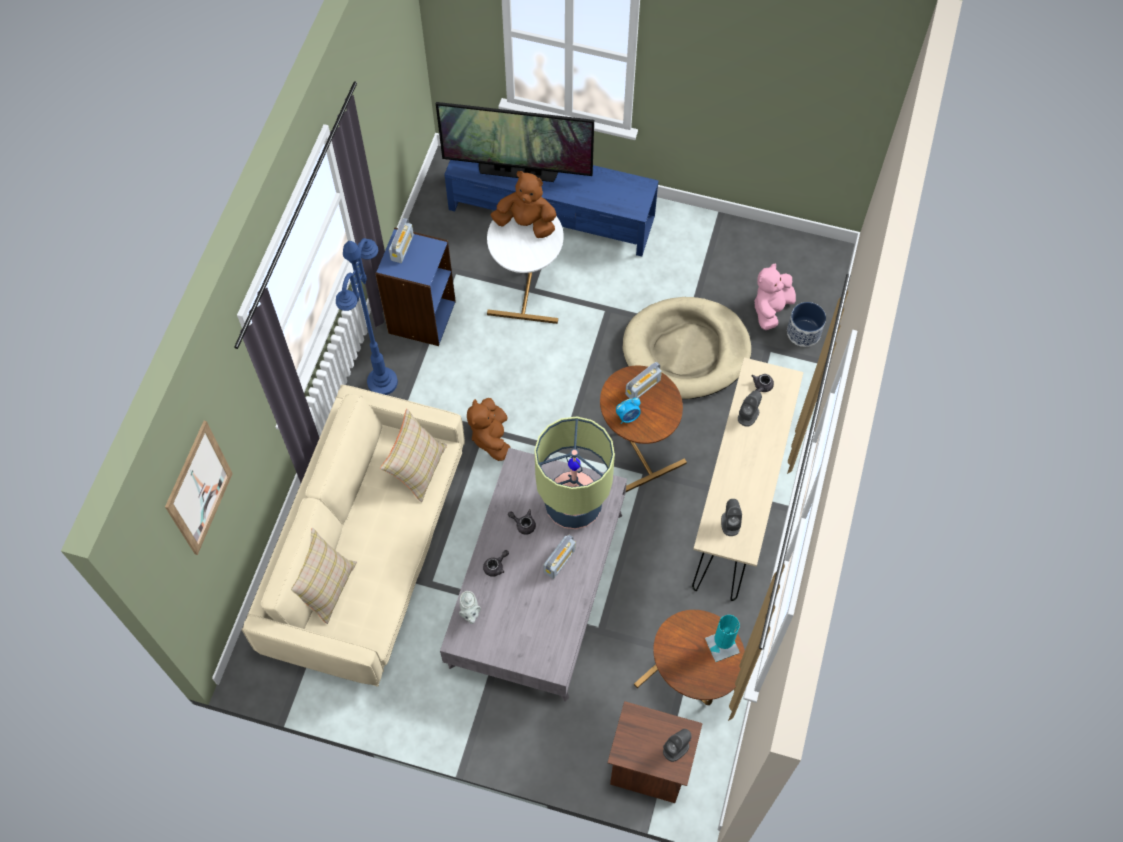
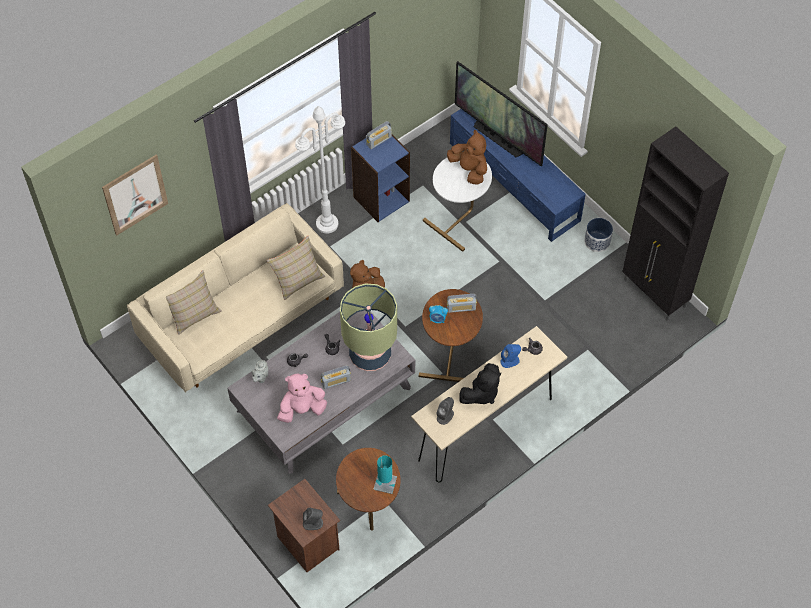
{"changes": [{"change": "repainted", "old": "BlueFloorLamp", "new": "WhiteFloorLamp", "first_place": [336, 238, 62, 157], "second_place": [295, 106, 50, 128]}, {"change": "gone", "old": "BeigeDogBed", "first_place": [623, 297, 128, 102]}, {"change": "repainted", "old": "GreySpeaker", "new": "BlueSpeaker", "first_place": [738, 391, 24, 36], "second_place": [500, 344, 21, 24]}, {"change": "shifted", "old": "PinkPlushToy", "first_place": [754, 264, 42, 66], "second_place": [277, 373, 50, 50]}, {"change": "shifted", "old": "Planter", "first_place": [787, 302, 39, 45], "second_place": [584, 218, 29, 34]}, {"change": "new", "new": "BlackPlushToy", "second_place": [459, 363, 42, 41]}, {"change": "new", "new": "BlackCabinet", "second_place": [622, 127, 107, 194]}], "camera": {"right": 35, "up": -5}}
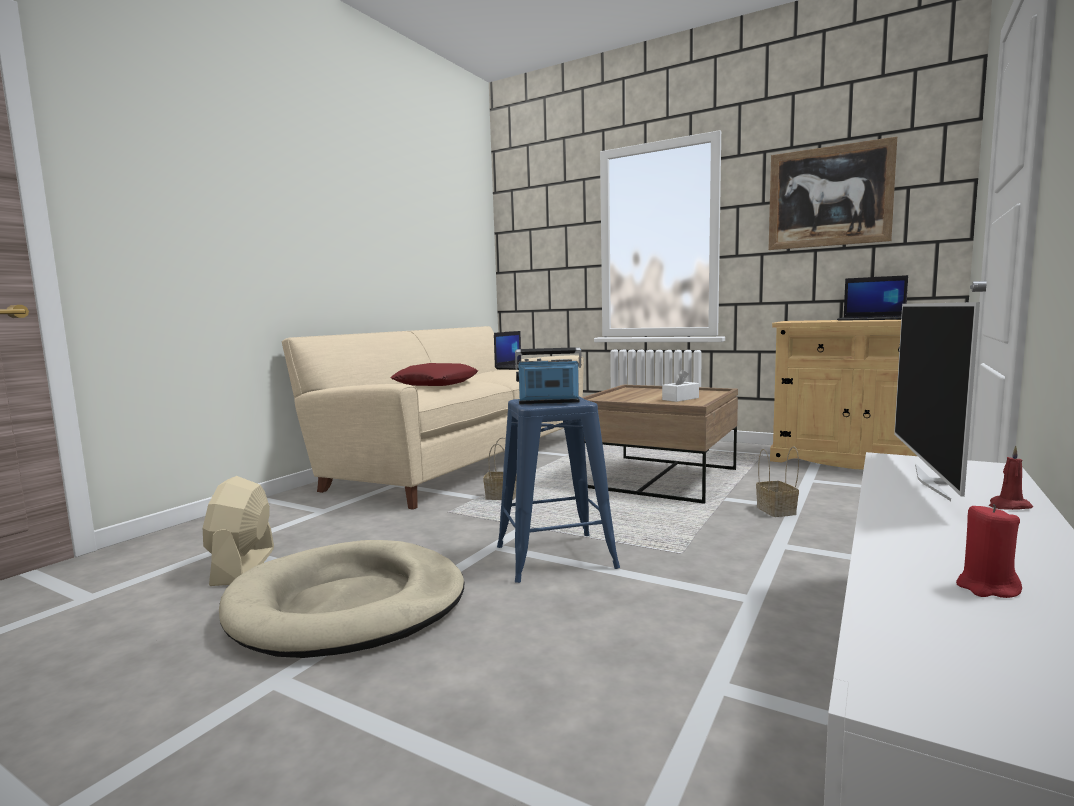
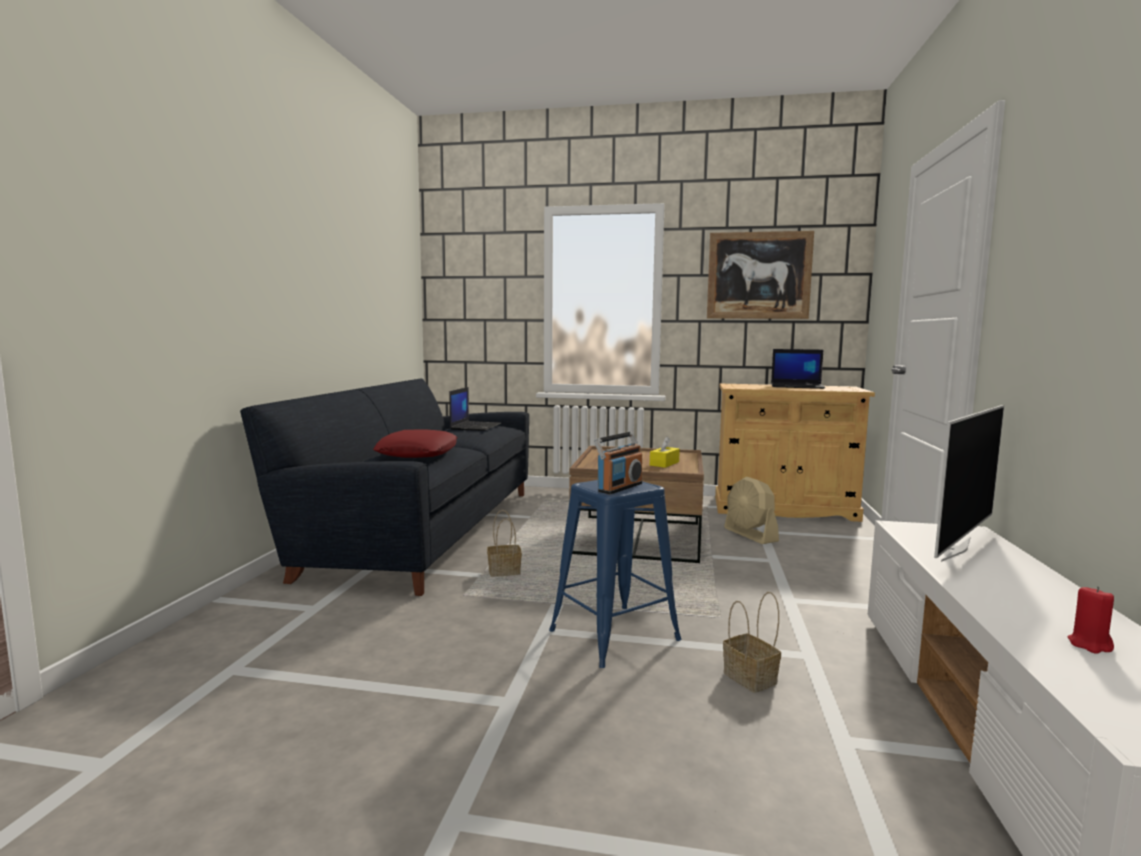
{"changes": [{"change": "shifted", "old": "BeigeFan", "first_place": [203, 476, 71, 110], "second_place": [724, 476, 55, 68]}, {"change": "gone", "old": "BeigeDogBed", "first_place": [219, 540, 245, 118]}, {"change": "repainted", "old": "BeigeSofa", "new": "BlackSofa", "first_place": [282, 326, 302, 184], "second_place": [240, 378, 289, 218]}, {"change": "rotated", "old": "Radio", "first_place": [515, 347, 67, 57], "second_place": [594, 431, 48, 63], "degrees": 150}, {"change": "repainted", "old": "WhiteTissueBox", "new": "YellowTissueBox", "first_place": [662, 369, 37, 33], "second_place": [650, 436, 30, 32]}, {"change": "shifted", "old": "Basket", "first_place": [756, 446, 43, 71], "second_place": [723, 592, 58, 101]}, {"change": "rotated", "old": "Television", "first_place": [894, 302, 86, 199], "second_place": [934, 405, 70, 157], "degrees": -135}, {"change": "gone", "old": "RedCandle", "first_place": [989, 446, 44, 64]}], "camera": {"right": -20, "up": 0}}
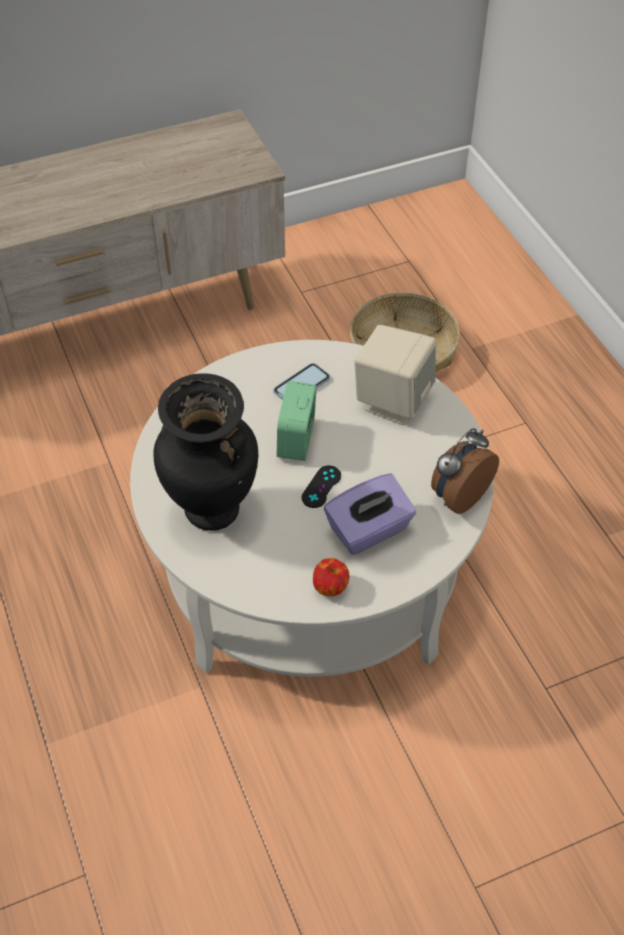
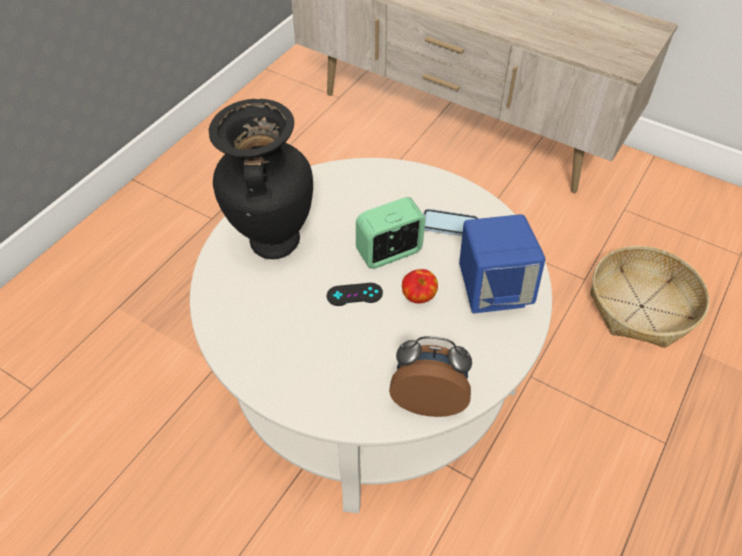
{"changes": [{"change": "shifted", "old": "Apple", "first_place": [313, 558, 36, 38], "second_place": [402, 269, 36, 34]}, {"change": "gone", "old": "PurpleTissueBox", "first_place": [324, 473, 92, 82]}, {"change": "repainted", "old": "BeigeSpeaker", "new": "BlueSpeaker", "first_place": [354, 325, 82, 100], "second_place": [459, 214, 86, 99]}], "camera": {"right": 55, "up": 0}}
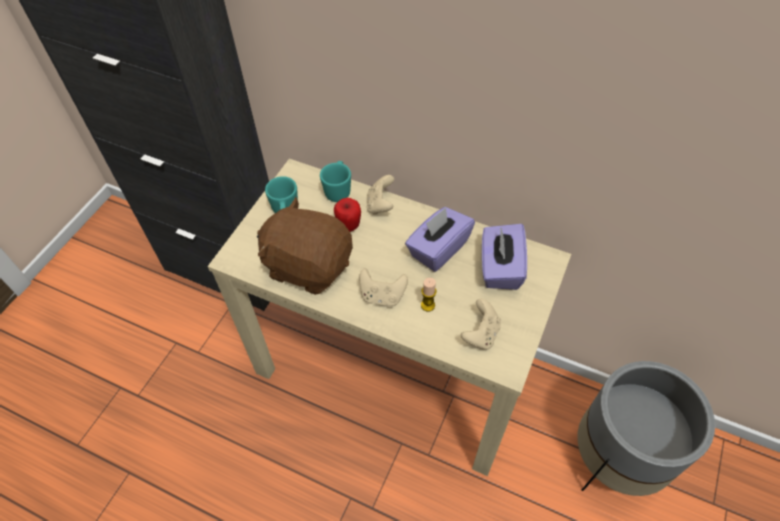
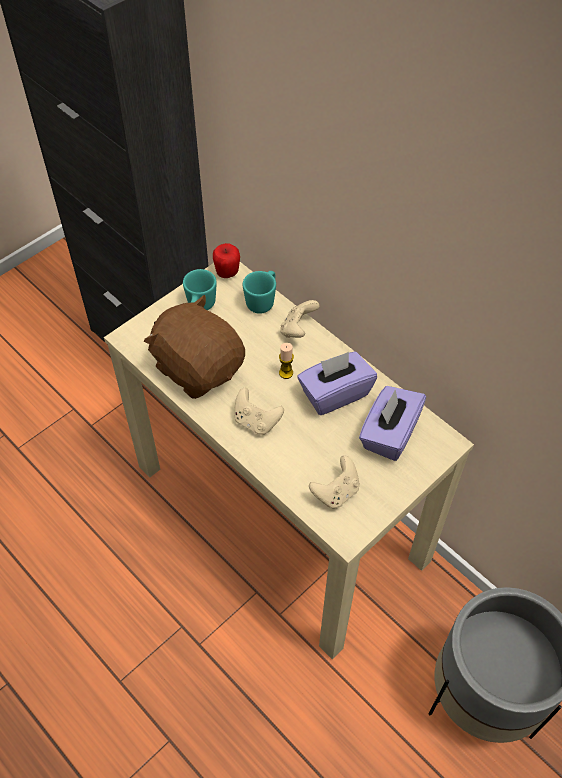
{"changes": [{"change": "shifted", "old": "Apple", "first_place": [334, 198, 27, 34], "second_place": [213, 243, 27, 35]}, {"change": "shifted", "old": "Candle", "first_place": [421, 278, 16, 34], "second_place": [279, 343, 15, 36]}], "camera": {"right": 20, "up": 0}}
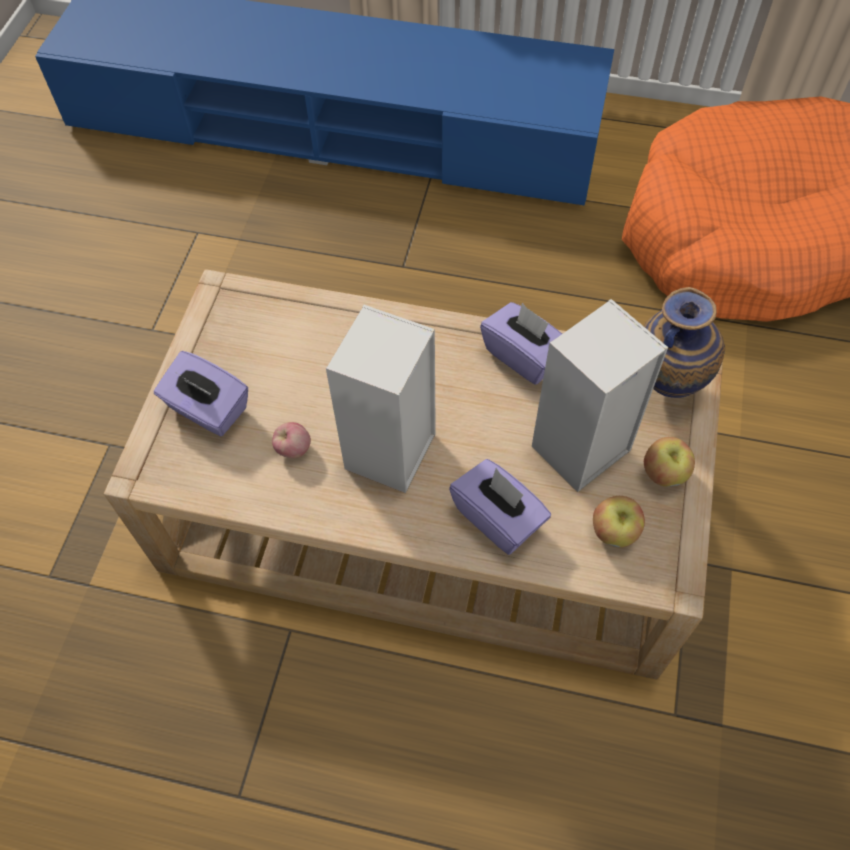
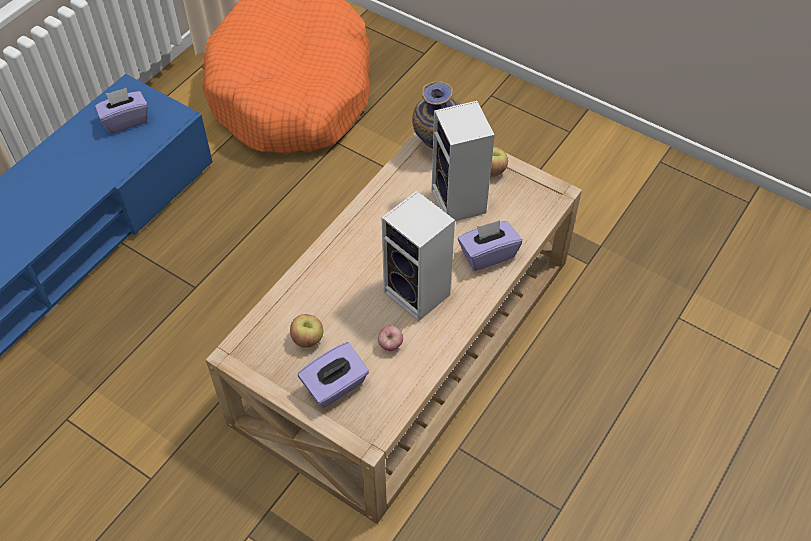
{"changes": [{"change": "shifted", "old": "PurpleTissueBox", "first_place": [480, 302, 82, 83], "second_place": [95, 88, 53, 45]}, {"change": "shifted", "old": "Apple", "first_place": [593, 496, 52, 51], "second_place": [290, 314, 33, 34]}], "camera": {"right": -70, "up": -5}}
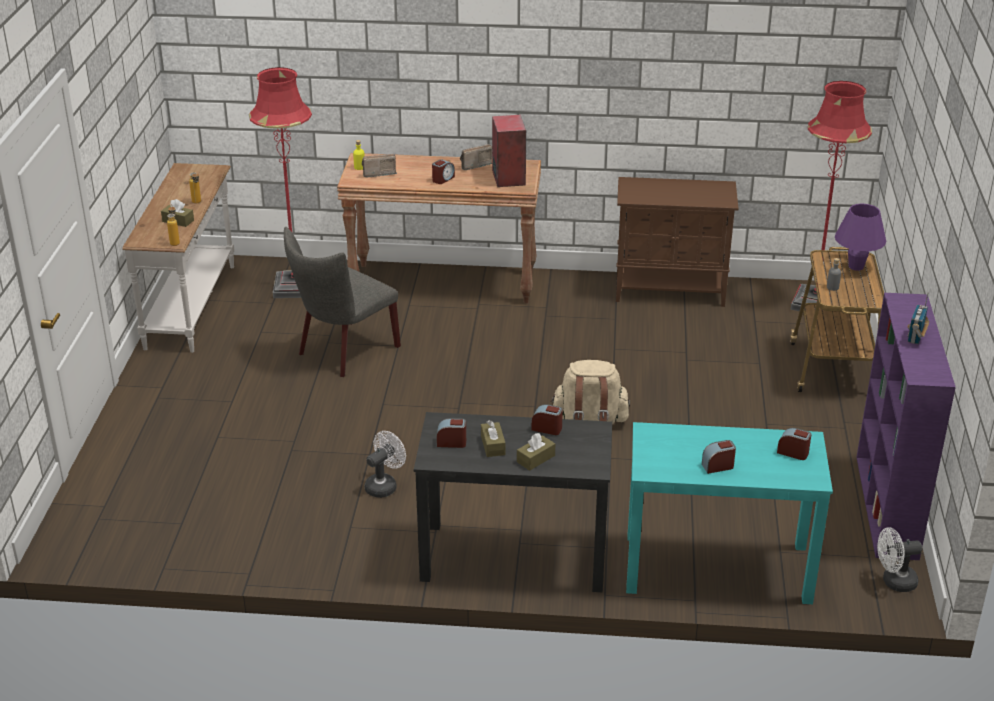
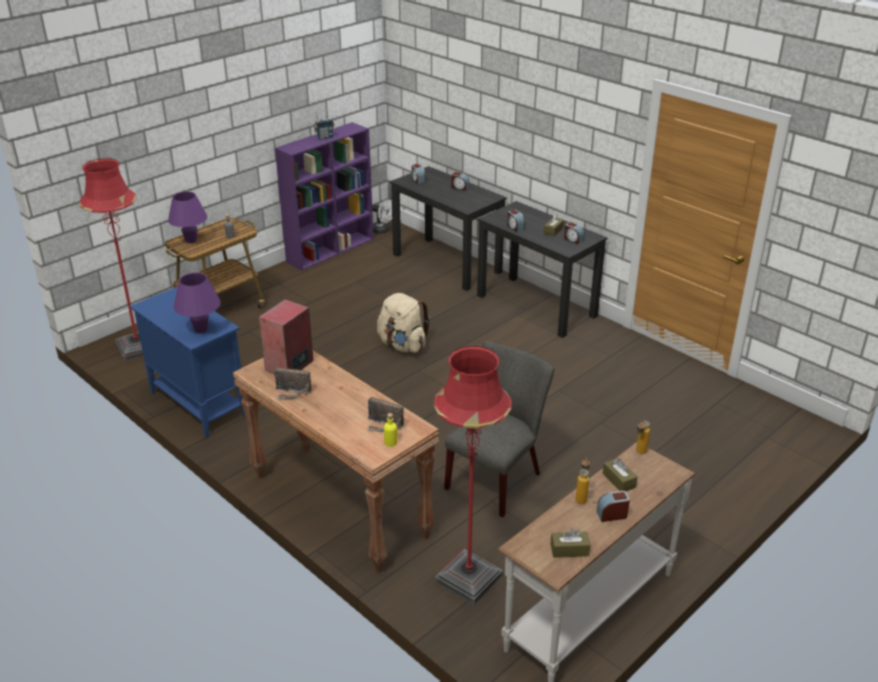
{"changes": [{"change": "rotated", "old": "GreyChair", "first_place": [284, 227, 117, 150], "second_place": [444, 341, 110, 176], "degrees": -45}, {"change": "gone", "old": "WhiteFan", "first_place": [365, 431, 41, 67]}, {"change": "shifted", "old": "AlarmClock", "first_place": [432, 159, 23, 25], "second_place": [597, 491, 33, 31]}, {"change": "shifted", "old": "BrownTissueBox", "first_place": [517, 433, 38, 38], "second_place": [551, 529, 39, 29]}, {"change": "repainted", "old": "BrownCabinet", "new": "BlueCabinet", "first_place": [616, 177, 123, 130], "second_place": [130, 287, 116, 150]}, {"change": "repainted", "old": "TurquoiseDesk", "new": "BlackDesk", "first_place": [626, 422, 207, 182], "second_place": [390, 166, 117, 125]}, {"change": "new", "new": "PurpleTableLamp", "second_place": [174, 272, 47, 61]}], "camera": {"right": -140, "up": 0}}
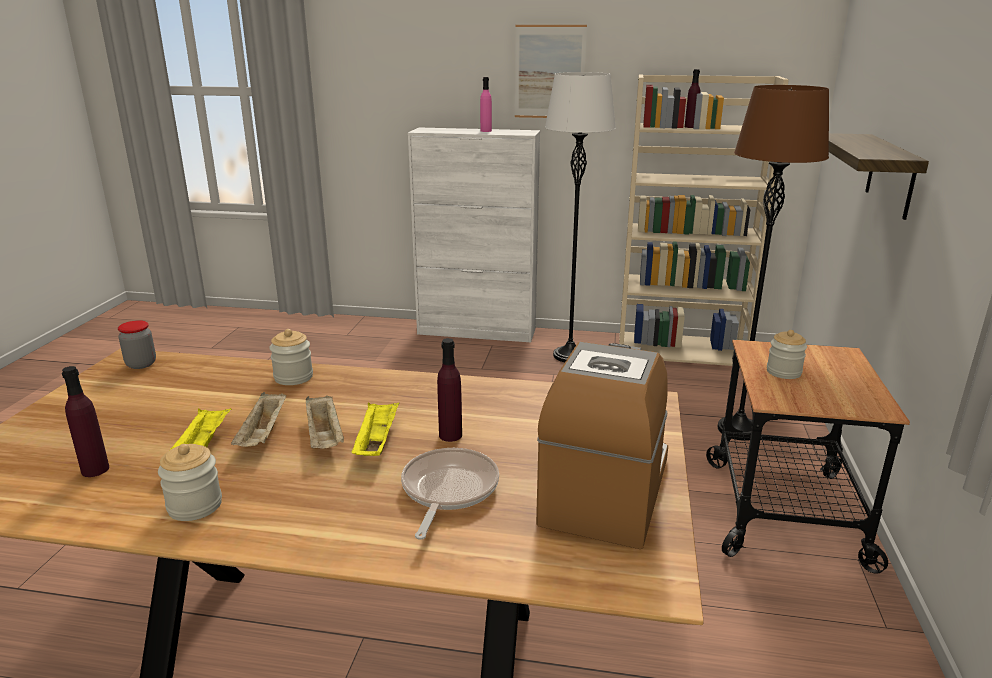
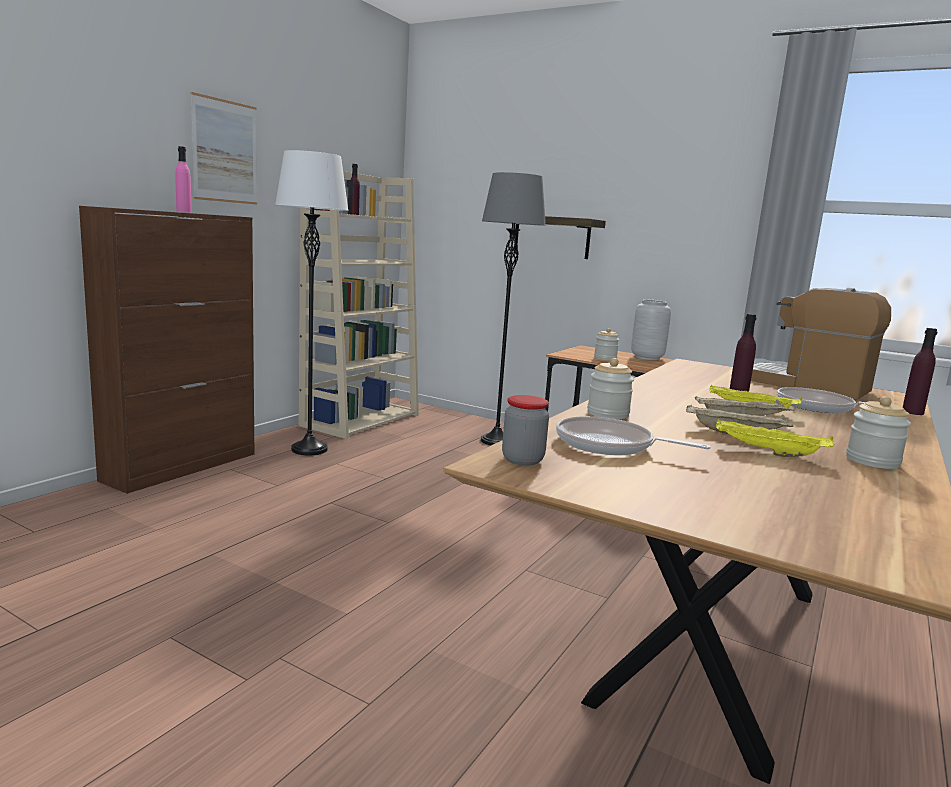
{"changes": [{"change": "shifted", "old": "PurpleBottle", "first_place": [62, 366, 47, 111], "second_place": [903, 328, 34, 87]}, {"change": "repainted", "old": "WhiteCabinet", "new": "BrownCabinet", "first_place": [408, 128, 132, 214], "second_place": [79, 206, 175, 288]}, {"change": "repainted", "old": "BrownFloorLamp", "new": "GreyFloorLamp", "first_place": [717, 85, 112, 356], "second_place": [481, 172, 65, 273]}, {"change": "new", "new": "FryingPan", "second_place": [556, 416, 155, 39]}, {"change": "new", "new": "GreyVase", "second_place": [631, 299, 40, 61]}], "camera": {"right": -70, "up": -10}}
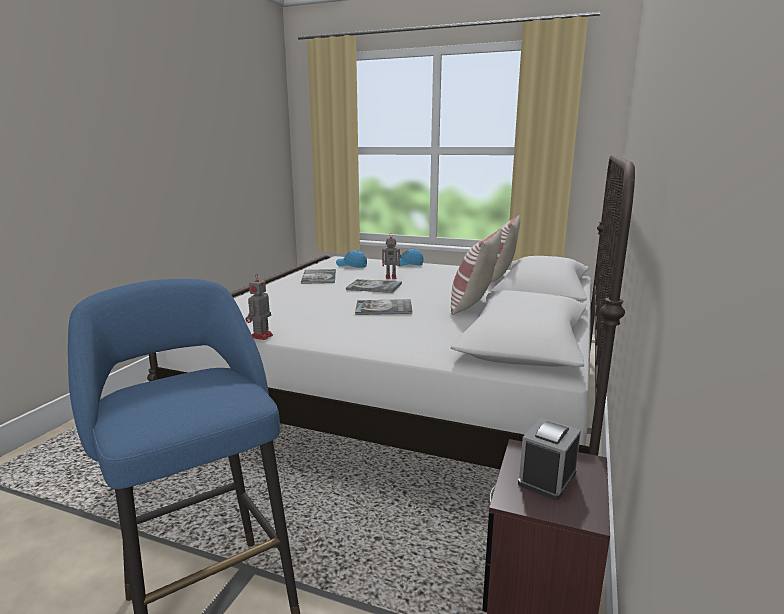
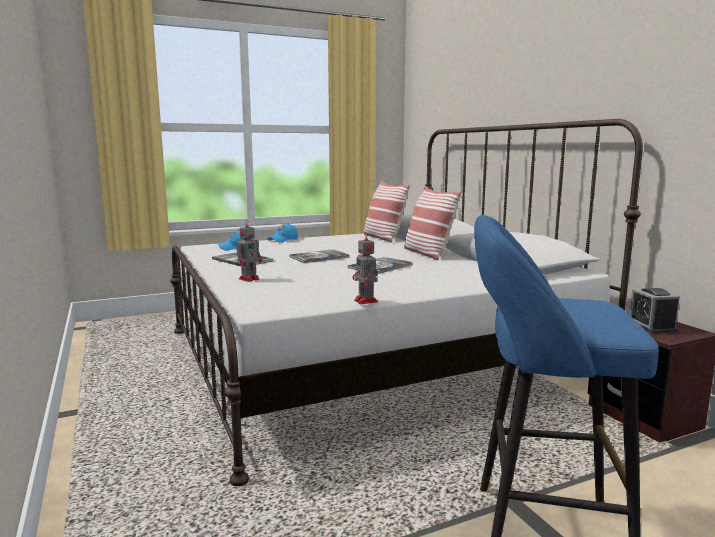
{"changes": [{"change": "shifted", "old": "ToyRobot", "first_place": [382, 233, 19, 46], "second_place": [236, 220, 26, 62]}], "camera": {"right": -45, "up": -5}}
